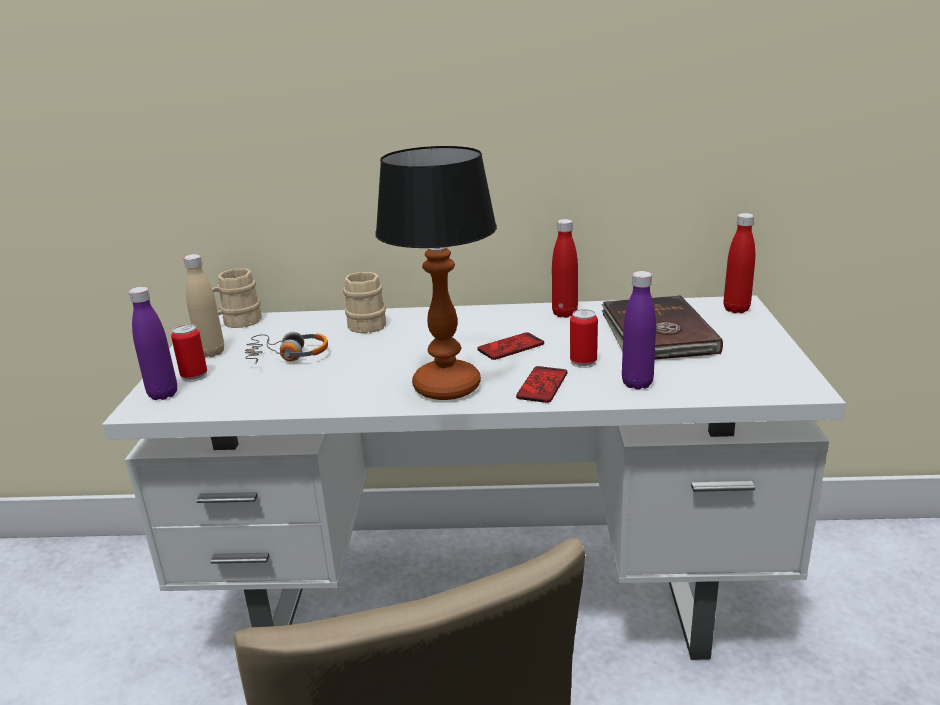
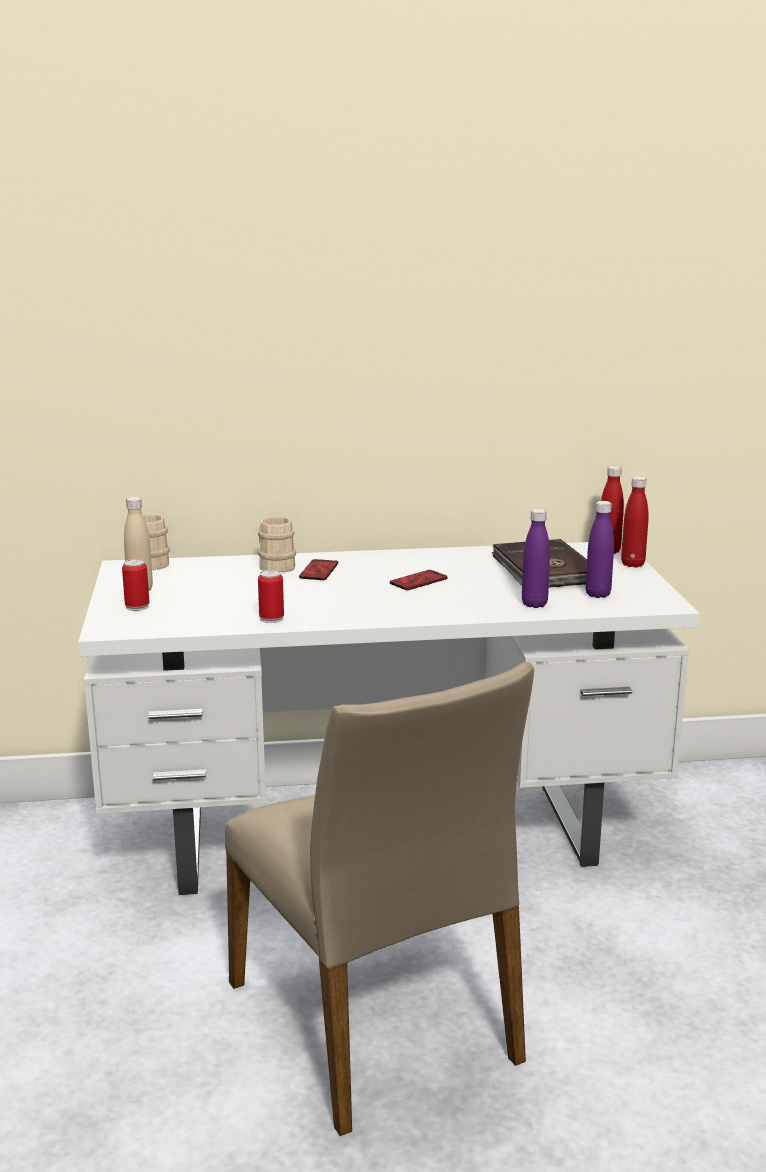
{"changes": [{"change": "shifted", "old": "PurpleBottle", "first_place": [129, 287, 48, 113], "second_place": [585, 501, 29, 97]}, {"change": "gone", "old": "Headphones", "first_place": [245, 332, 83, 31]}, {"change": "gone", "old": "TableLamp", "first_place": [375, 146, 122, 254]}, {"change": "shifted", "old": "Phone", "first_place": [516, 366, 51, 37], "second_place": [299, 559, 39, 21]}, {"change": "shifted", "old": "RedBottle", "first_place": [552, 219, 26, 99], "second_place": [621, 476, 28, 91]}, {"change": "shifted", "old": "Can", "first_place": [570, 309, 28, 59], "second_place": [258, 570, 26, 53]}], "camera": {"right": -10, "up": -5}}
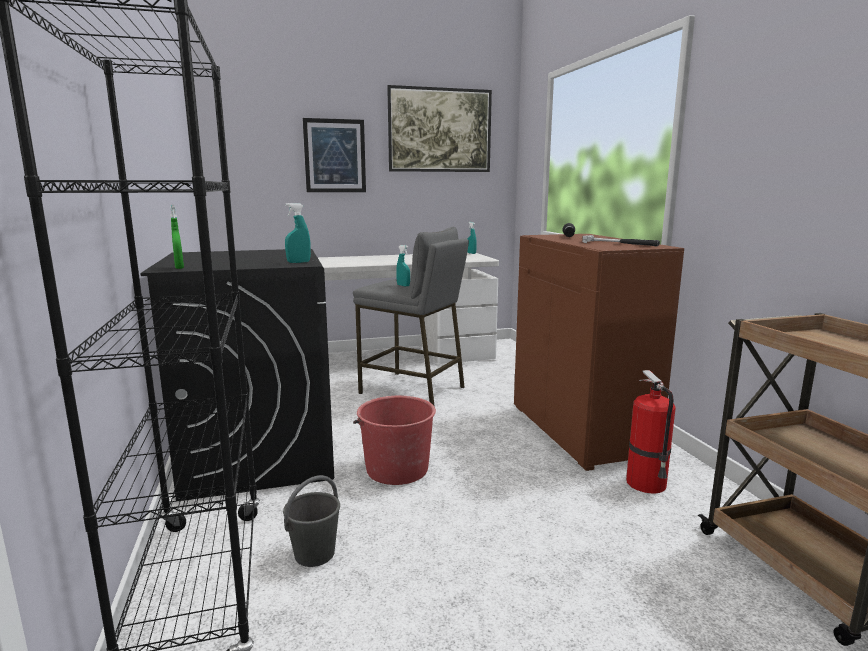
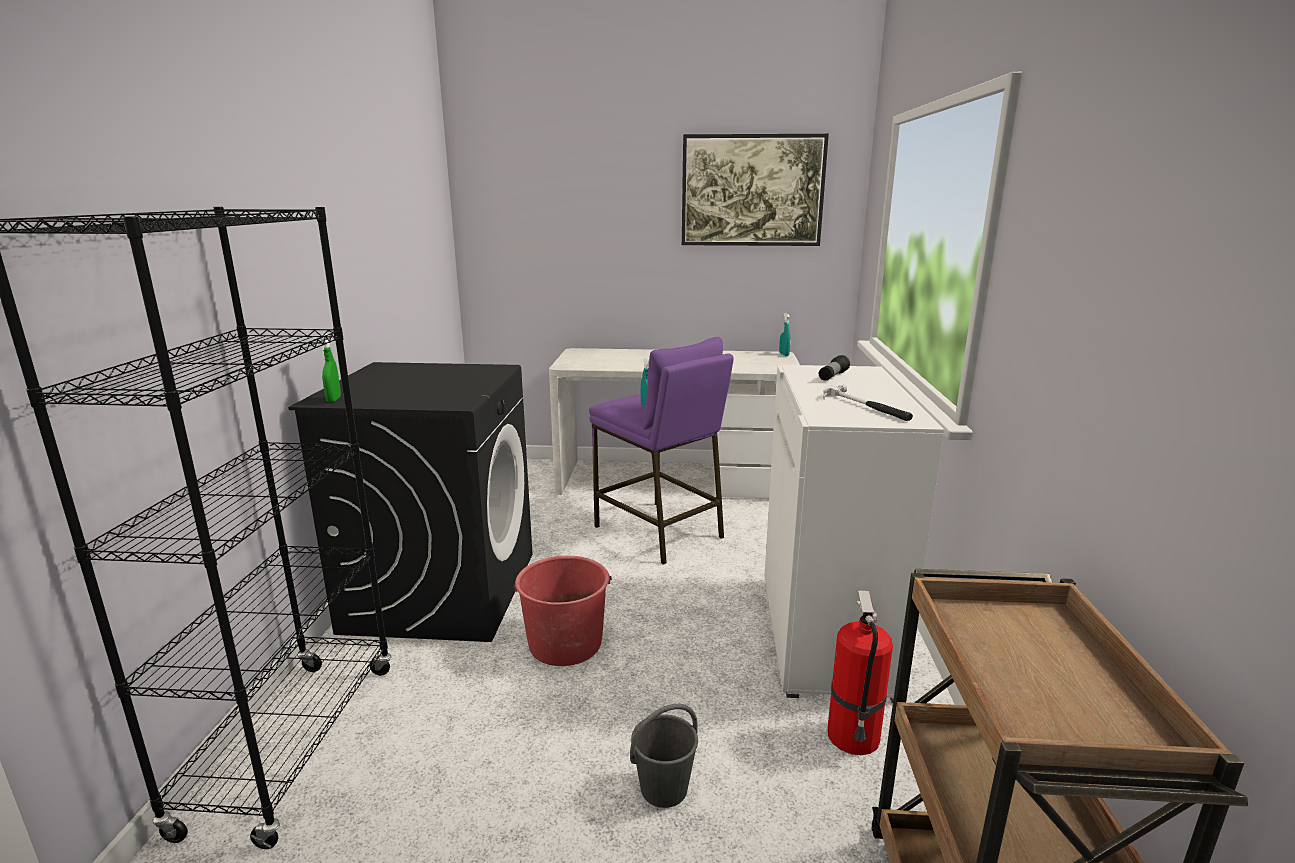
{"changes": [{"change": "shifted", "old": "GreyBucket", "first_place": [283, 475, 57, 92], "second_place": [630, 704, 68, 104]}, {"change": "gone", "old": "TurquoiseSprayBottle", "first_place": [285, 203, 26, 60]}, {"change": "gone", "old": "Picture", "first_place": [303, 118, 63, 74]}, {"change": "repainted", "old": "GreyStool", "new": "PurpleStool", "first_place": [353, 227, 116, 180], "second_place": [589, 337, 145, 227]}, {"change": "repainted", "old": "BrownCabinet", "new": "WhiteCabinet", "first_place": [514, 234, 170, 237], "second_place": [764, 365, 180, 338]}], "camera": {"right": 20, "up": 5}}
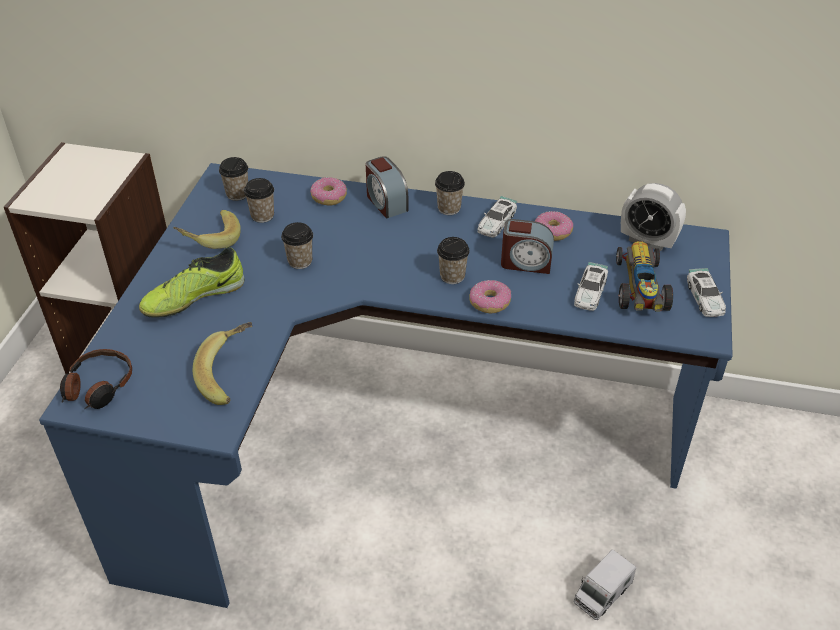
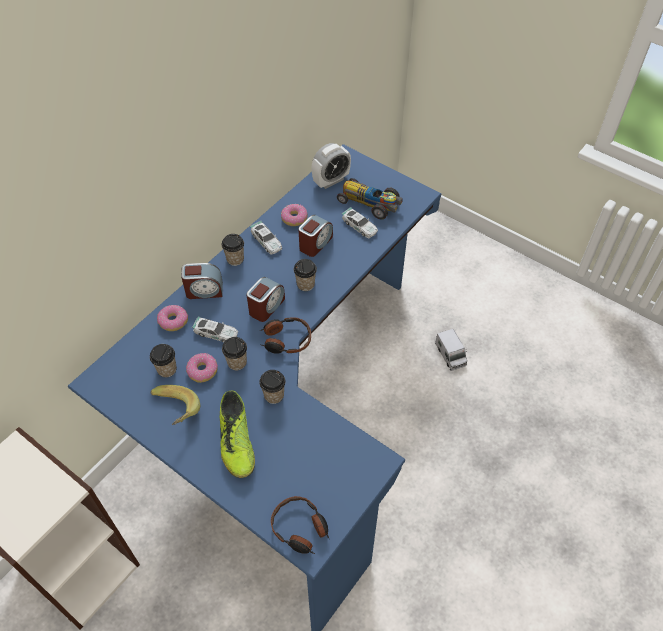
{"changes": [{"change": "gone", "old": "Banana", "first_place": [193, 322, 60, 83]}, {"change": "shifted", "old": "Cup", "first_place": [219, 157, 29, 44], "second_place": [259, 370, 26, 34]}, {"change": "shifted", "old": "Donut", "first_place": [469, 280, 42, 33], "second_place": [186, 353, 32, 30]}, {"change": "shifted", "old": "ToyCar", "first_place": [687, 268, 39, 49], "second_place": [192, 316, 46, 27]}, {"change": "new", "new": "AlarmClock", "second_place": [246, 277, 39, 45]}, {"change": "new", "new": "Headphones", "second_place": [260, 318, 51, 36]}], "camera": {"right": -65, "up": 10}}
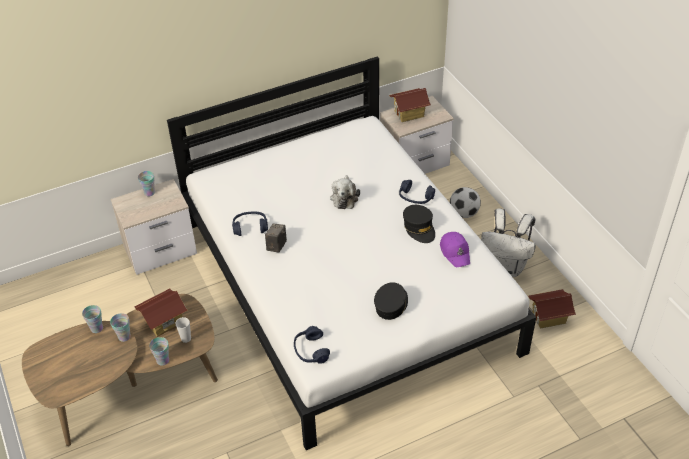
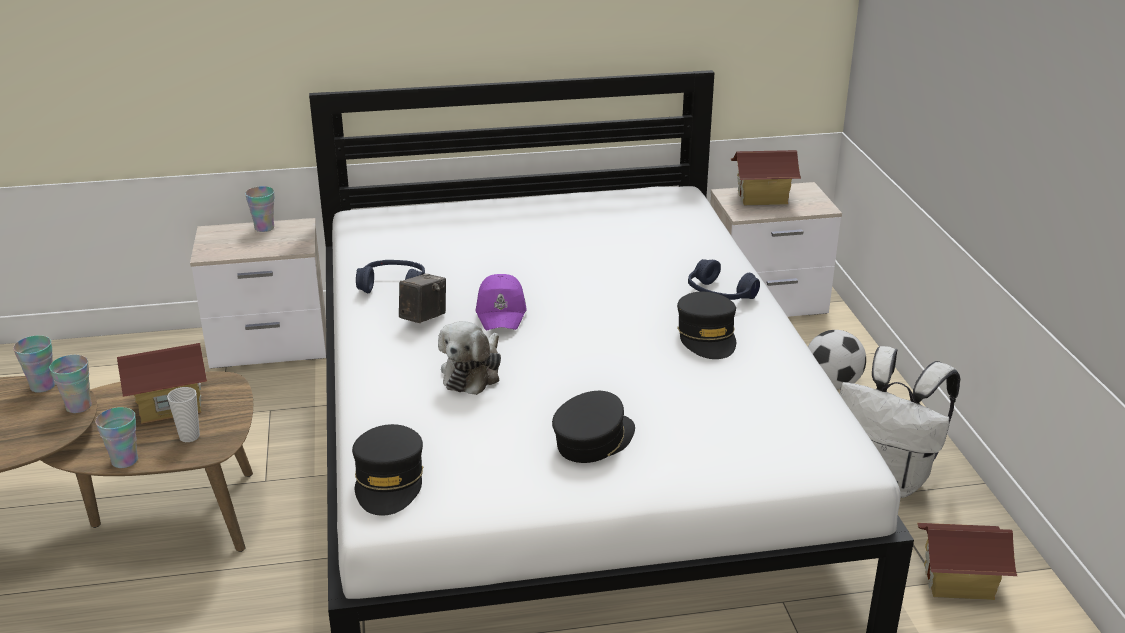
{"changes": [{"change": "swapped", "old": "BlueHeadphones", "new": "BlackCap", "first_place": [294, 326, 36, 38], "second_place": [352, 424, 71, 91]}, {"change": "shifted", "old": "PlushToy", "first_place": [330, 175, 30, 34], "second_place": [438, 321, 63, 74]}, {"change": "shifted", "old": "PurpleCap", "first_place": [440, 232, 30, 35], "second_place": [476, 274, 51, 56]}], "camera": {"right": 15, "up": -15}}
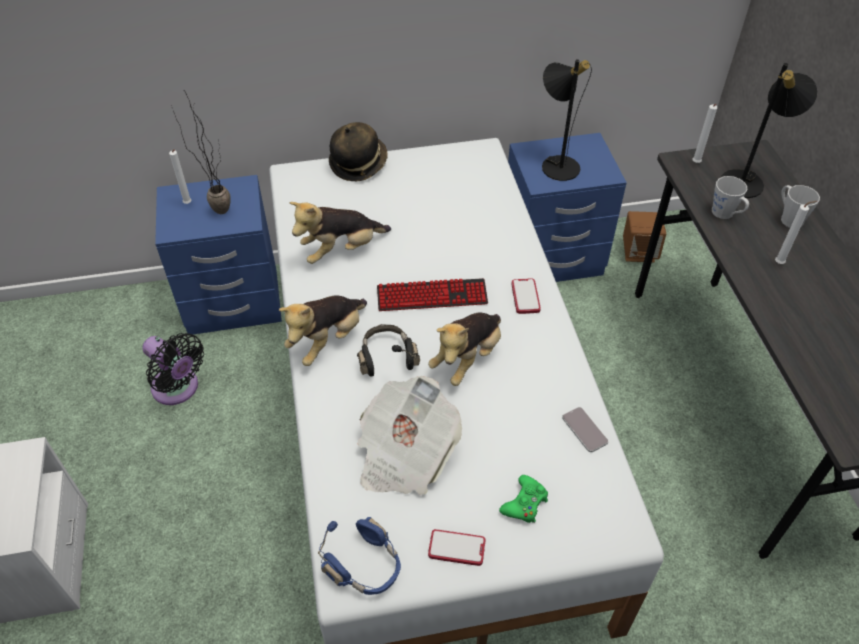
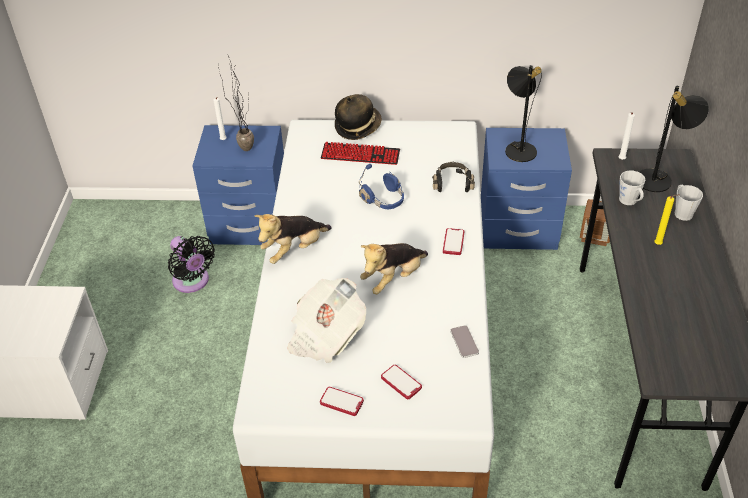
{"changes": [{"change": "gone", "old": "PlushToy", "first_place": [290, 202, 101, 62]}, {"change": "shifted", "old": "BlueHeadphones", "first_place": [318, 517, 83, 78], "second_place": [359, 164, 45, 45]}, {"change": "shifted", "old": "BlackHeadphones", "first_place": [357, 324, 63, 53], "second_place": [432, 162, 43, 30]}, {"change": "shifted", "old": "Keyboard", "first_place": [377, 278, 111, 33], "second_place": [321, 142, 79, 23]}, {"change": "swapped", "old": "GreenGameController", "new": "Phone", "first_place": [499, 475, 49, 48], "second_place": [381, 365, 41, 34]}, {"change": "repainted", "old": "WhiteCandle", "new": "YellowCandle", "first_place": [775, 201, 42, 63], "second_place": [655, 194, 25, 51]}], "camera": {"right": 15, "up": -5}}
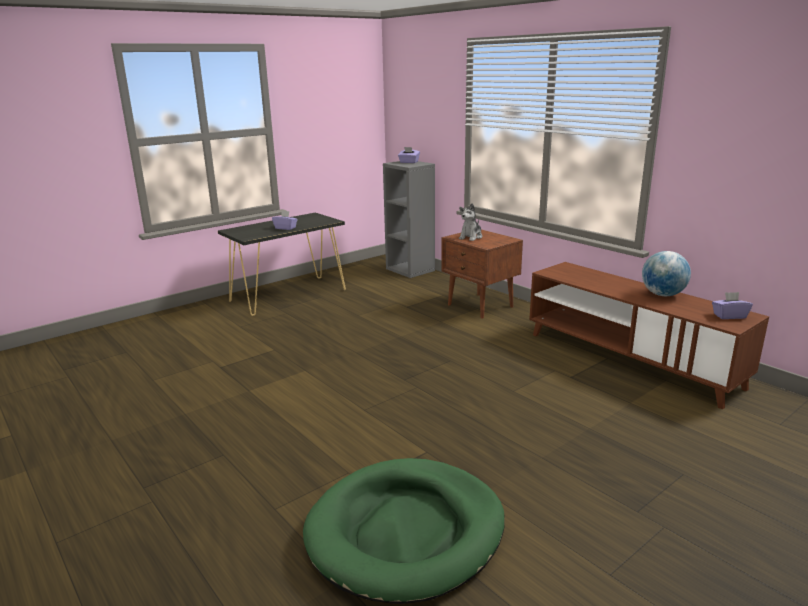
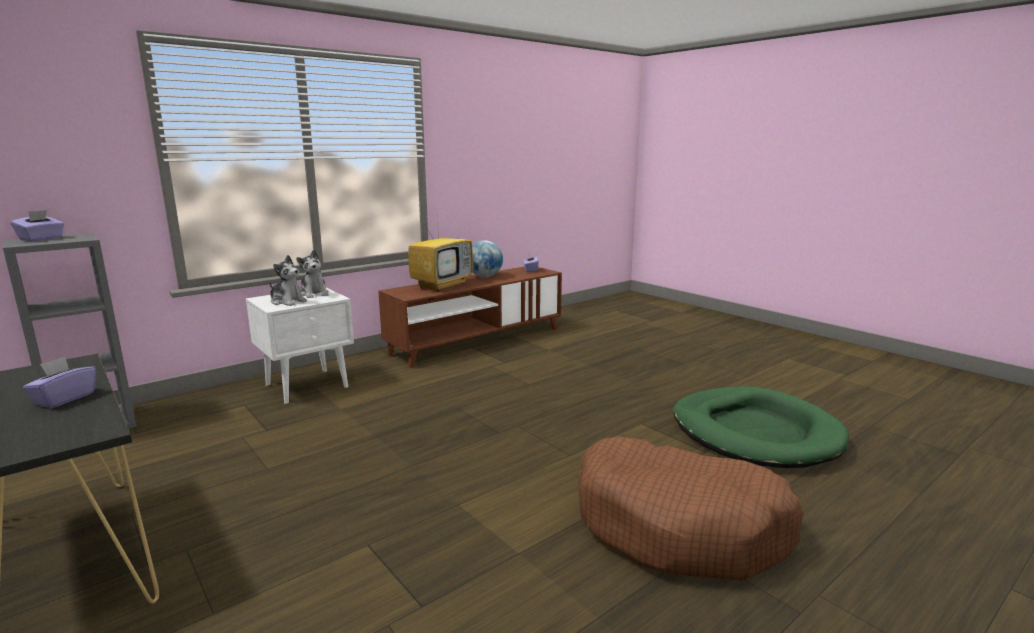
{"changes": [{"change": "repainted", "old": "BrownNightstand", "new": "WhiteNightstand", "first_place": [441, 229, 82, 90], "second_place": [246, 288, 108, 116]}, {"change": "new", "new": "PlushToy", "second_place": [296, 250, 33, 48]}, {"change": "new", "new": "Television", "second_place": [408, 210, 65, 81]}, {"change": "new", "new": "BrownDogBed", "second_place": [579, 437, 225, 144]}], "camera": {"right": -90, "up": -5}}
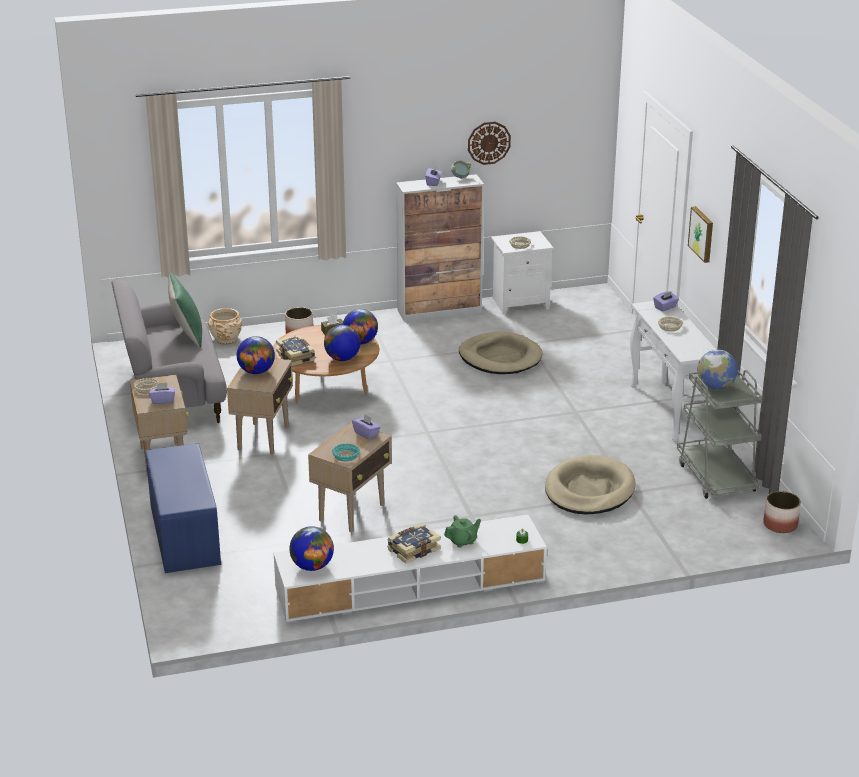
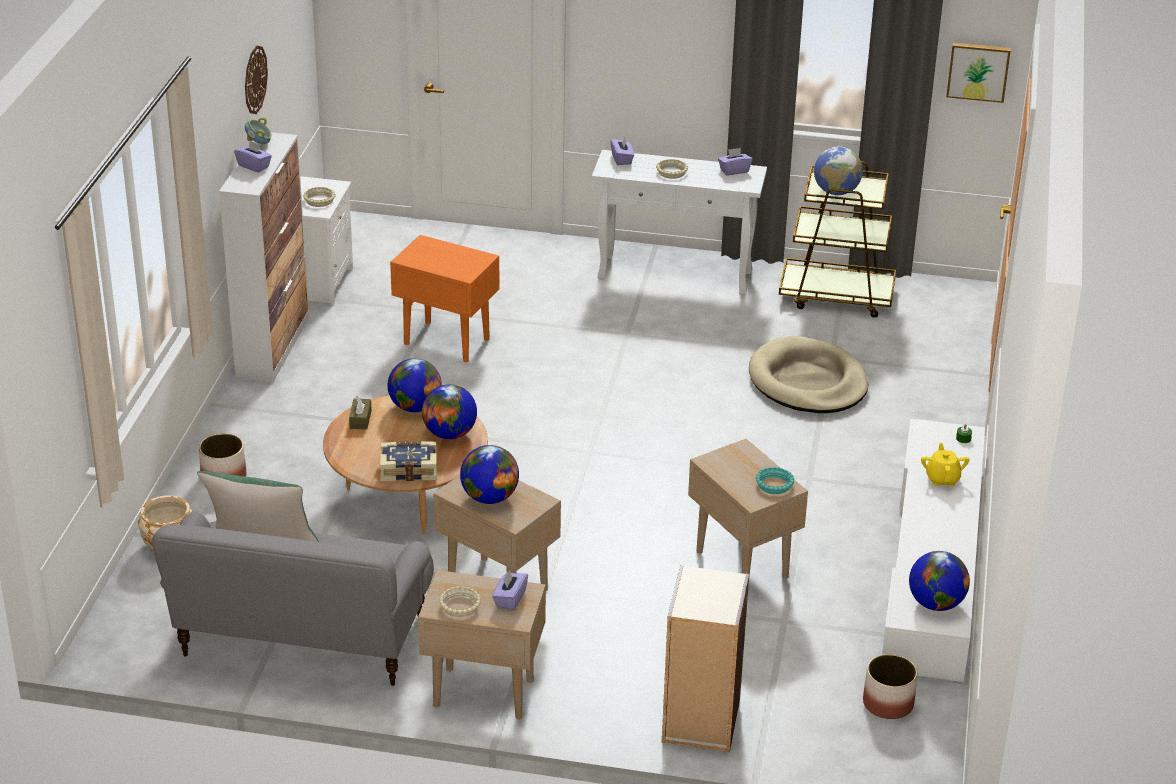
{"changes": [{"change": "swapped", "old": "BlueBench", "new": "Bookcase", "first_place": [145, 444, 76, 129], "second_place": [662, 565, 87, 187]}, {"change": "shifted", "old": "PurpleTissueBox", "first_place": [352, 414, 28, 25], "second_place": [718, 148, 34, 28]}, {"change": "gone", "old": "Book", "first_place": [387, 523, 54, 41]}, {"change": "repainted", "old": "GreenTeapot", "new": "YellowTeapot", "first_place": [444, 515, 37, 33], "second_place": [921, 443, 49, 43]}, {"change": "swapped", "old": "BeigeDogBed", "new": "OrangeSideTable", "first_place": [459, 331, 84, 43], "second_place": [390, 235, 110, 127]}, {"change": "repainted", "old": "GreyCart", "new": "BrownCart", "first_place": [677, 370, 86, 129], "second_place": [779, 161, 117, 157]}, {"change": "shifted", "old": "Picture", "first_place": [688, 206, 25, 57], "second_place": [946, 43, 65, 60]}, {"change": "shifted", "old": "Planter", "first_place": [763, 491, 38, 42], "second_place": [863, 654, 55, 65]}], "camera": {"right": -65, "up": 5}}
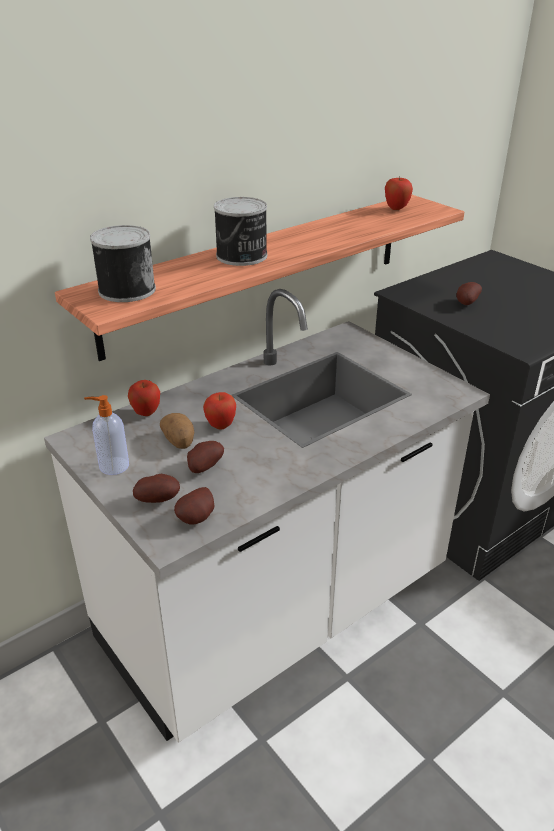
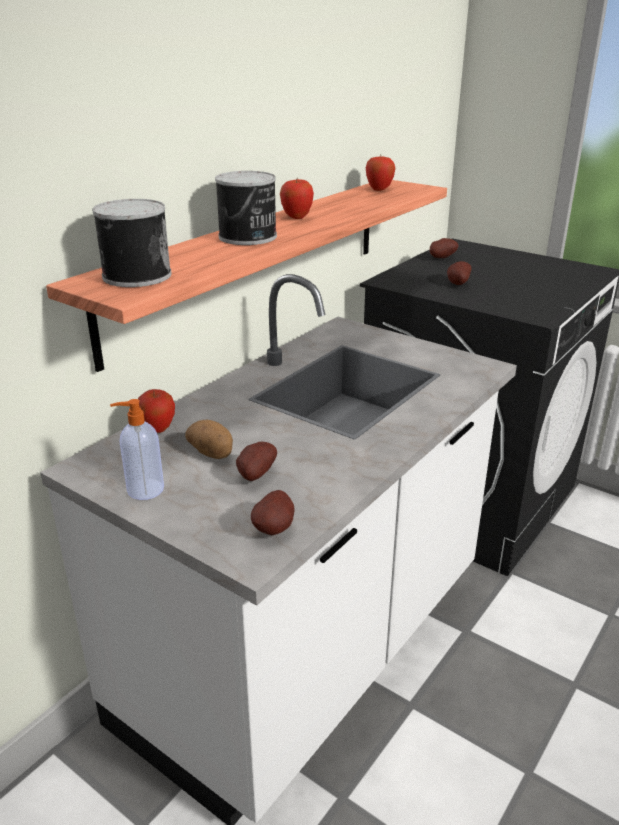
{"changes": [{"change": "shifted", "old": "Potato", "first_place": [133, 474, 47, 29], "second_place": [430, 238, 29, 20]}, {"change": "shifted", "old": "Apple", "first_place": [203, 392, 33, 37], "second_place": [280, 179, 34, 40]}], "camera": {"right": -15, "up": -5}}
